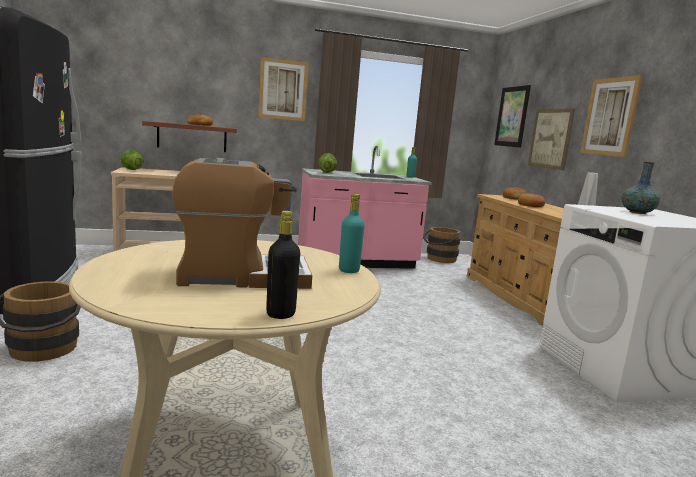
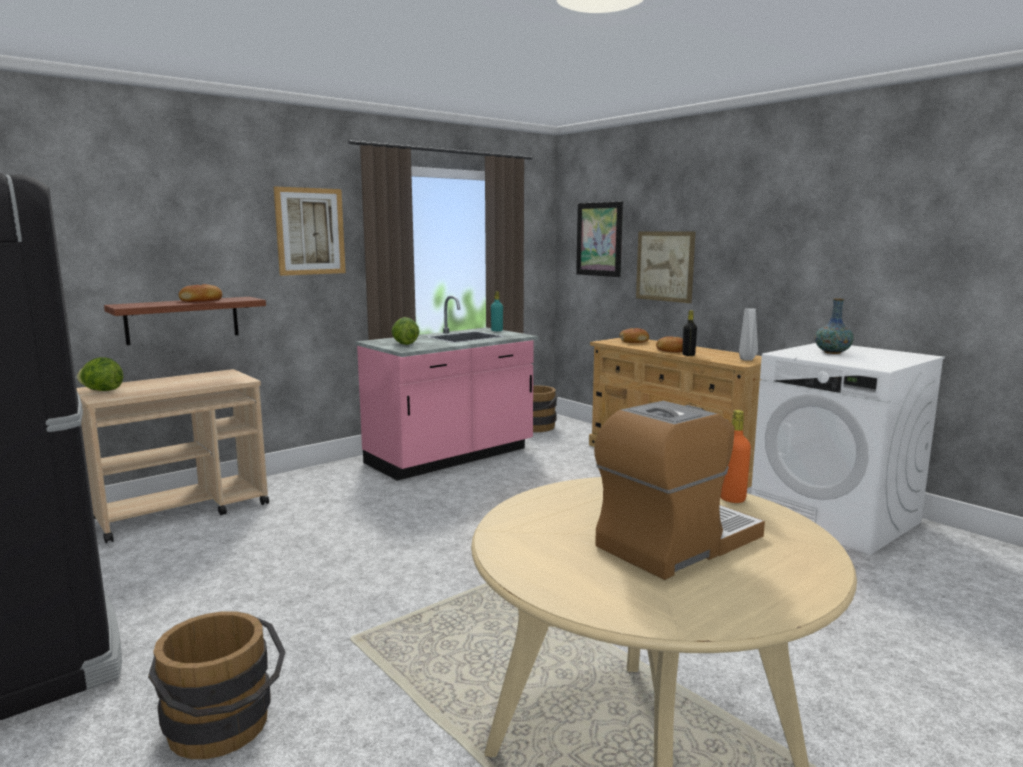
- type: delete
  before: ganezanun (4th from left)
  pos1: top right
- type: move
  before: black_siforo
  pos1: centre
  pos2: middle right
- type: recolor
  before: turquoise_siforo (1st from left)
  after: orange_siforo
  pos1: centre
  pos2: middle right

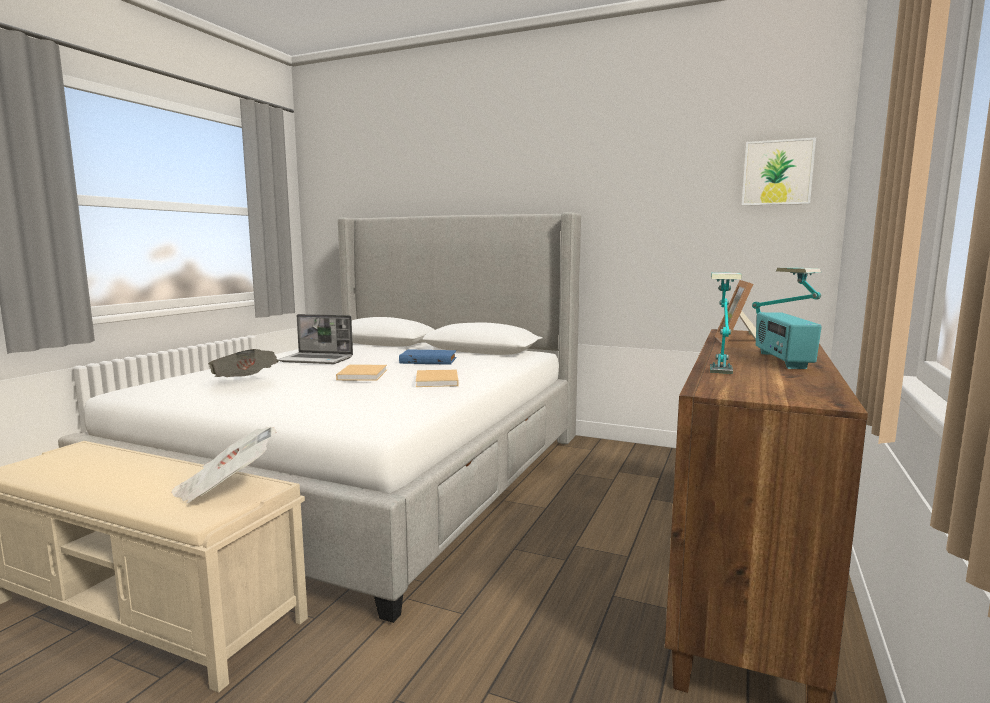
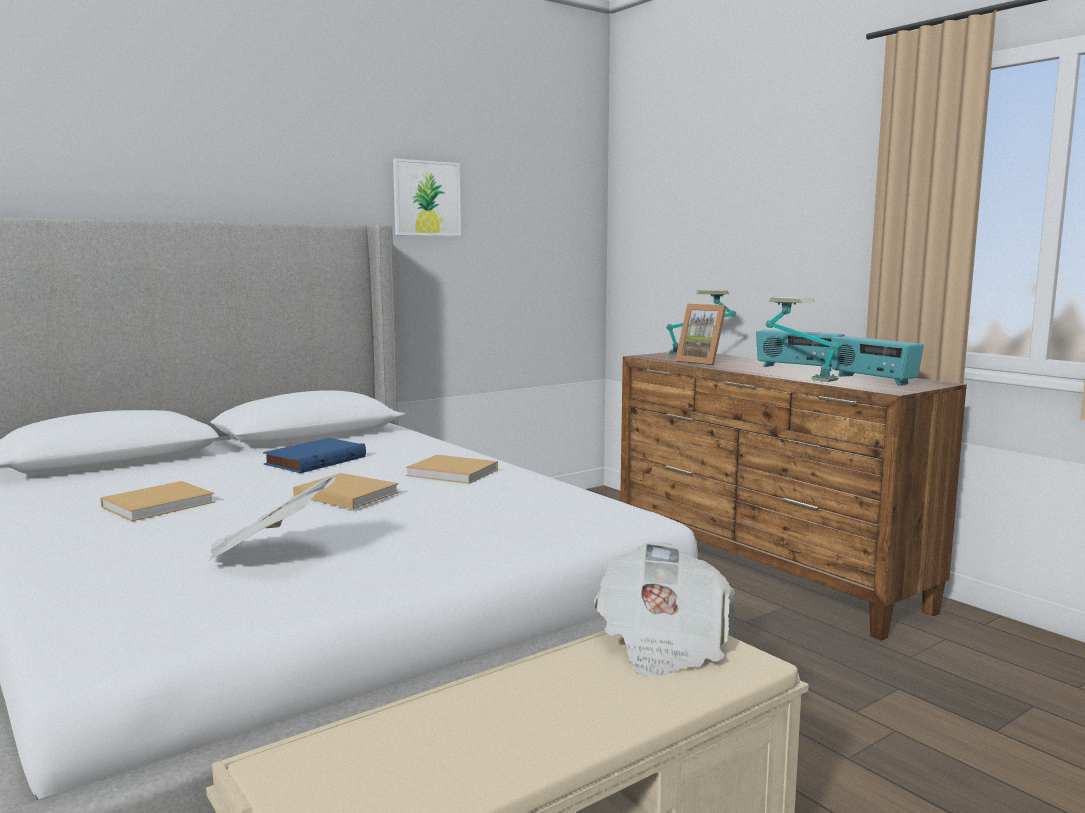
- type: insert
  after: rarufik (2nd from left)
  pos2: middle right
- type: move
  before: ganezanun
  pos1: top right
  pos2: top centre
- type: replace
  before: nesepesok
  after: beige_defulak (1st from left)
  pos1: middle left
  pos2: middle left

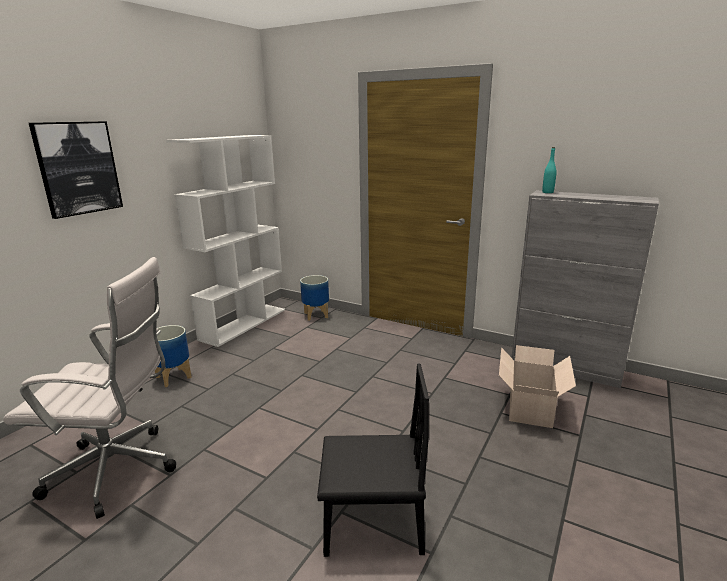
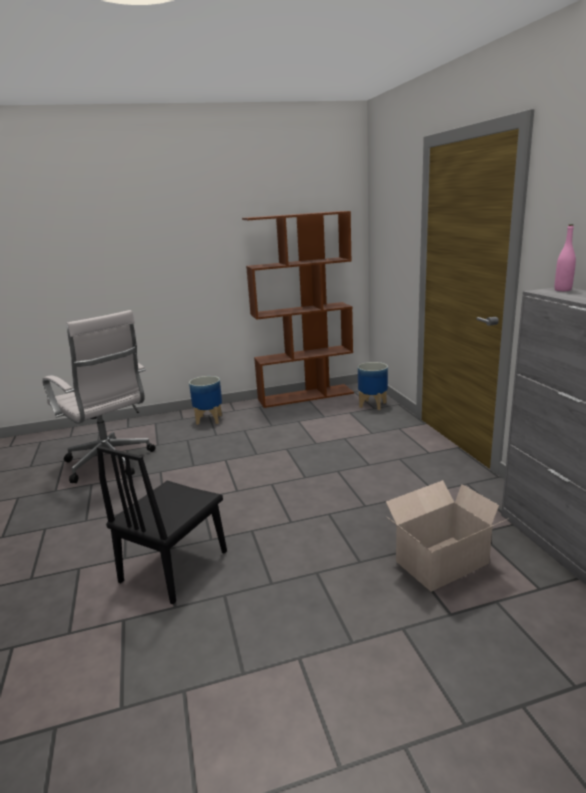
- type: delete
  before: ganezanun
  pos1: top left
- type: recolor
  before: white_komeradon
  after: brown_komeradon
  pos1: middle left
  pos2: centre
- type: recolor
  before: turquoise_siforo
  after: pink_siforo
  pos1: top right
  pos2: top right
- type: rotate
  before: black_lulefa
  pos1: bottom centre
  pos2: middle left
  turn: 75

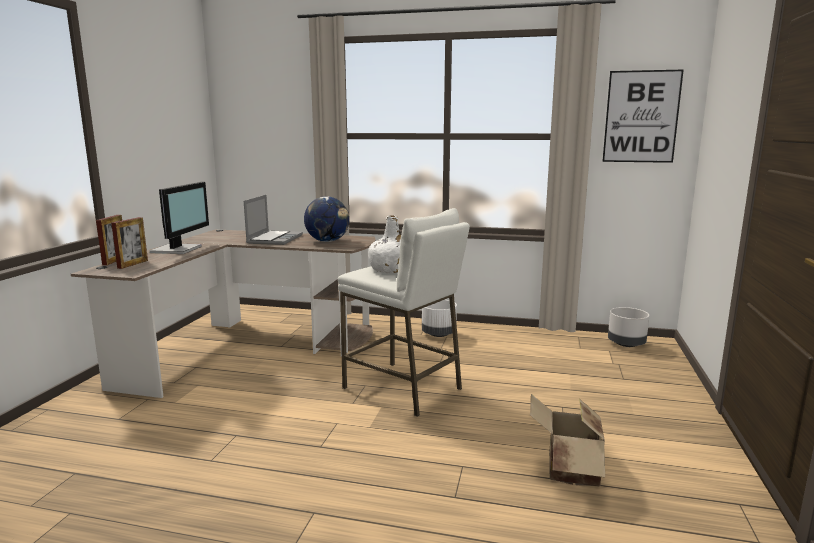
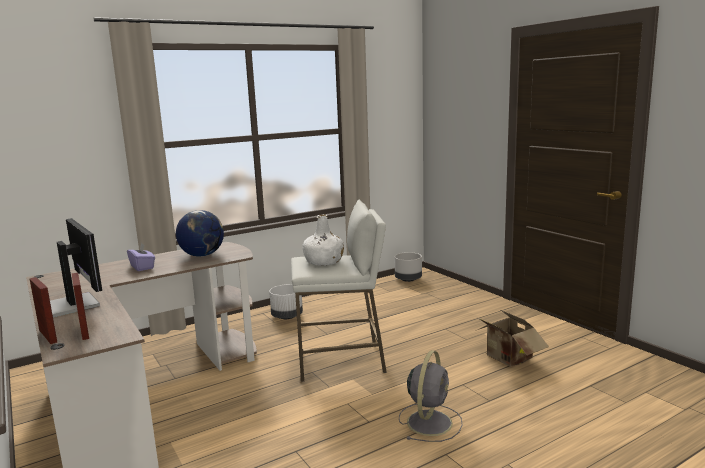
- type: delete
  before: ganezanun
  pos1: top right
- type: insert
  after: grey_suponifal
  pos2: bottom centre
- type: replace
  before: nesepesok
  after: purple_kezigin
  pos1: centre
  pos2: middle left

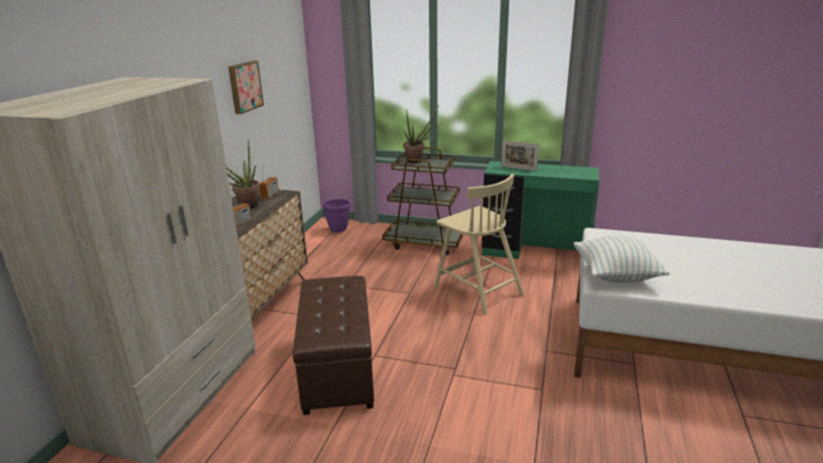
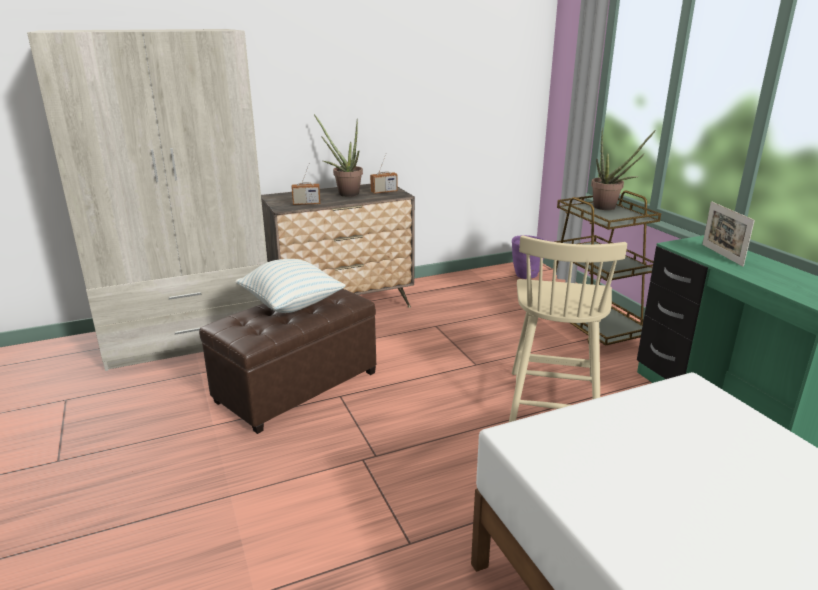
- type: delete
  before: ganezanun
  pos1: top left
- type: move
  before: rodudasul
  pos1: middle right
  pos2: centre

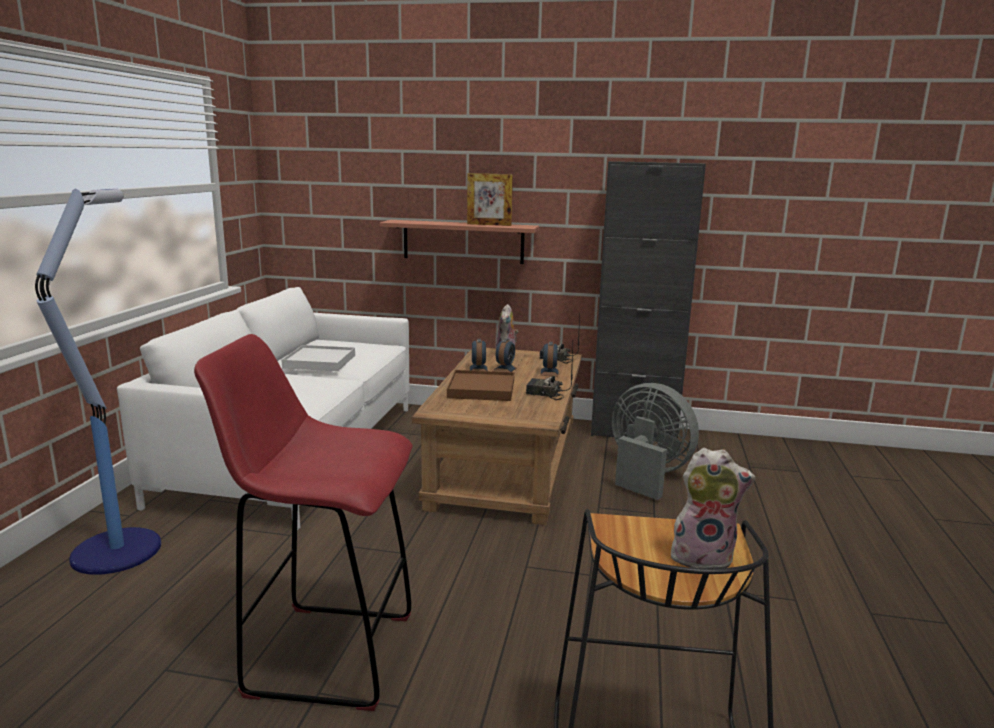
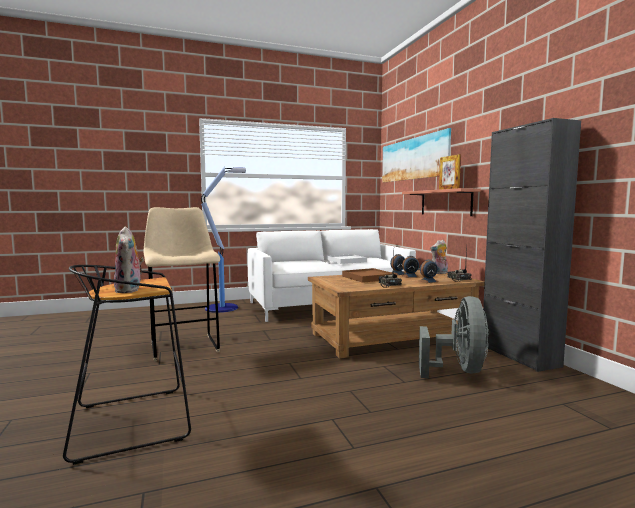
- type: insert
  after: ganezanun
  pos2: top centre
- type: recolor
  before: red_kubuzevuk
  after: beige_kubuzevuk
  pos1: bottom left
  pos2: middle left

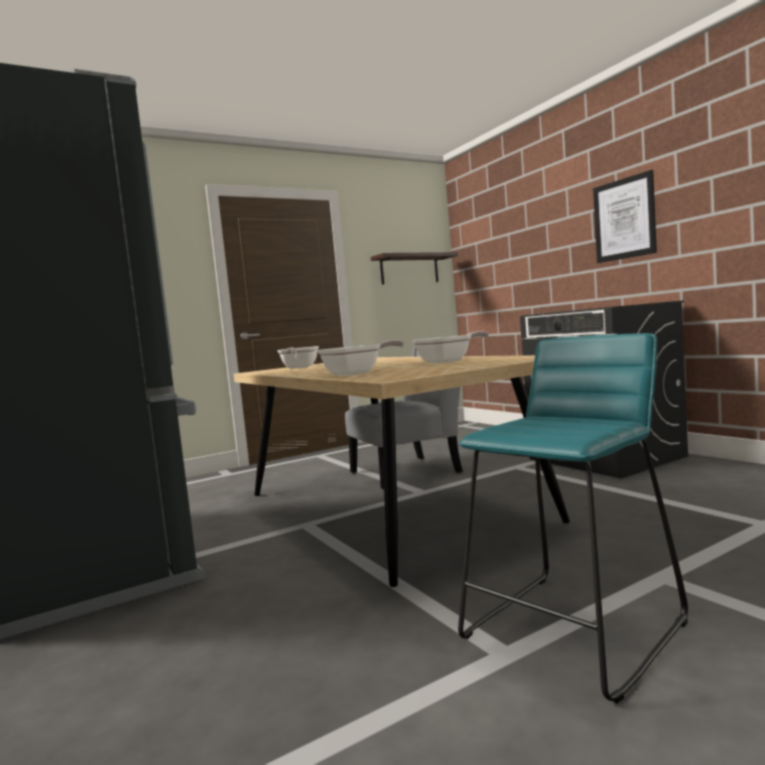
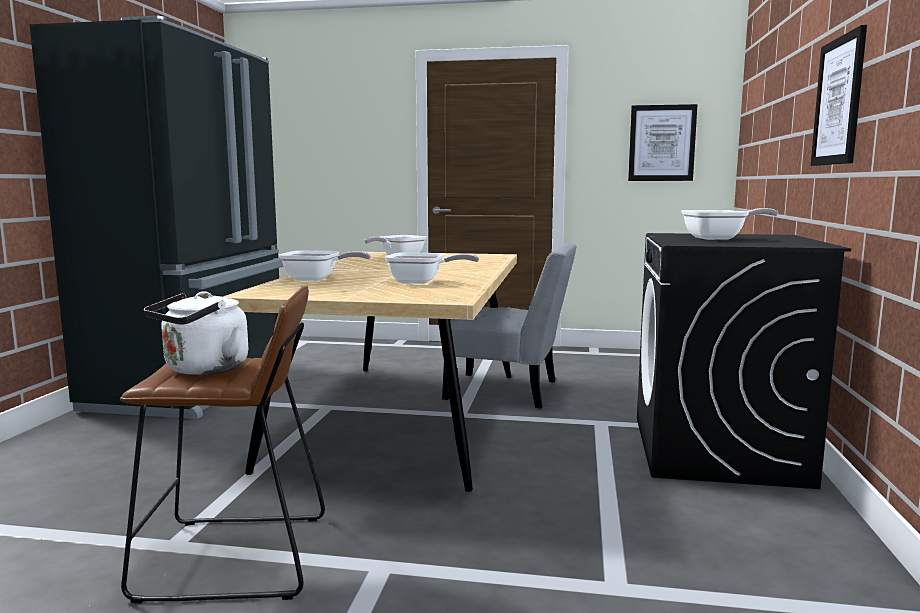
- type: insert
  after: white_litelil
  pos2: middle left
- type: insert
  after: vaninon (4th from left)
  pos2: middle right
- type: replace
  before: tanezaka
  after: ganezanun (1st from left)
  pos1: centre
  pos2: top right
- type: recolor
  before: turquoise_kubuzevuk
  after: brown_kubuzevuk
  pos1: bottom right
  pos2: bottom left

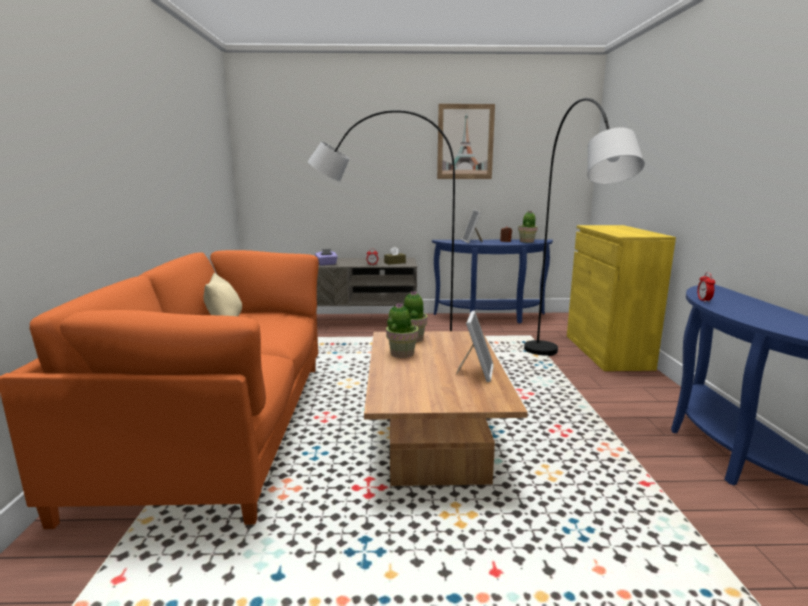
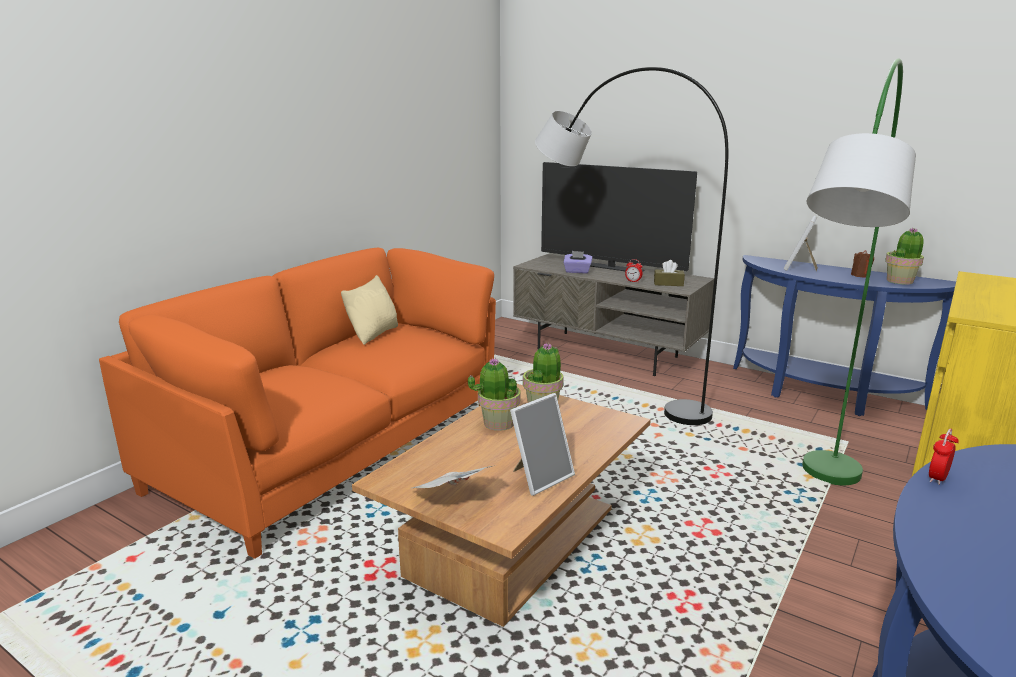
- type: delete
  before: ganezanun
  pos1: top centre
- type: insert
  after: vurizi
  pos2: bottom centre
- type: insert
  after: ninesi
  pos2: top centre
- type: recolor
  before: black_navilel (2nd from left)
  after: green_navilel
  pos1: middle right
  pos2: middle right

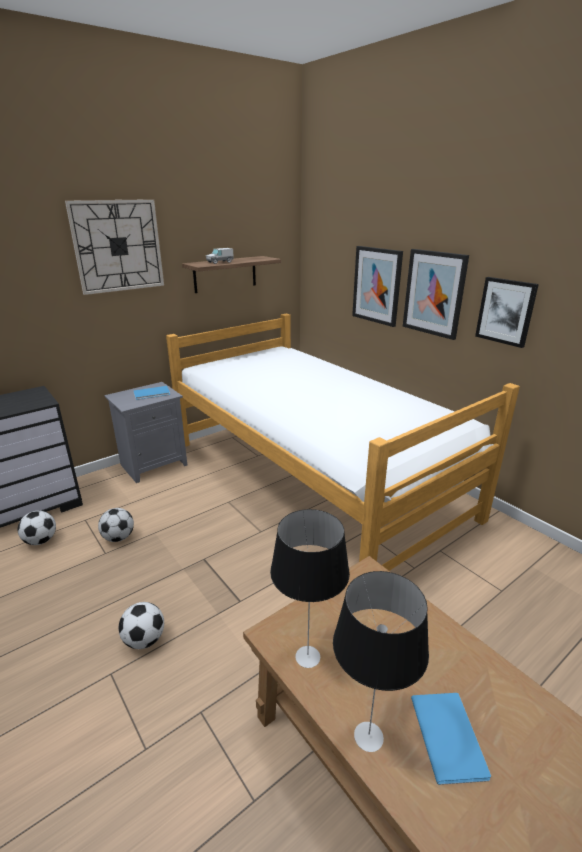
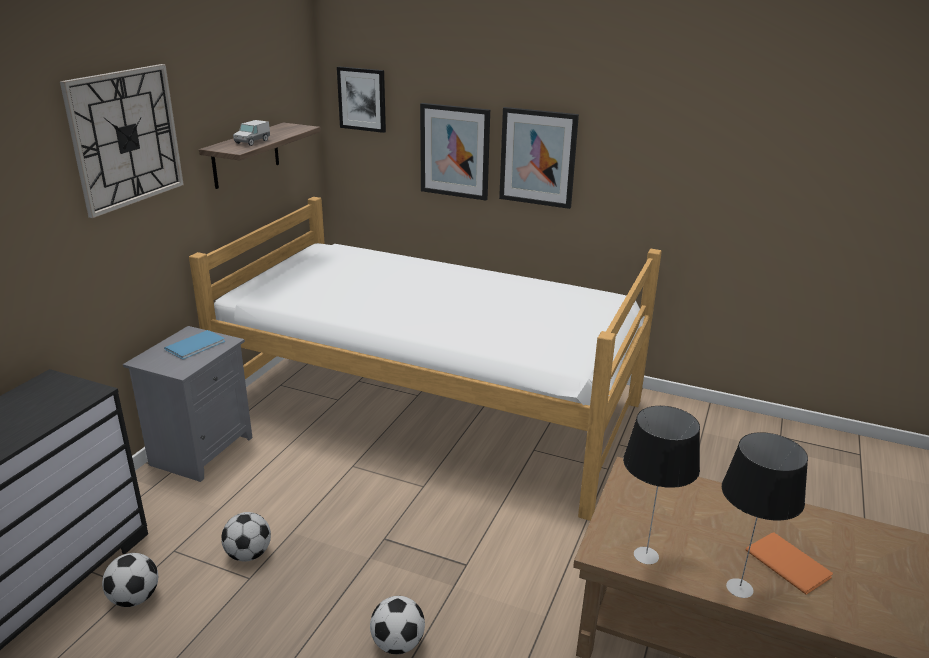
- type: move
  before: ganezanun (3rd from left in the first image)
  after: ganezanun (1st from left)
  pos1: middle right
  pos2: top centre
- type: recolor
  before: blue_defulak (2nd from left)
  after: orange_defulak
  pos1: bottom right
  pos2: bottom right

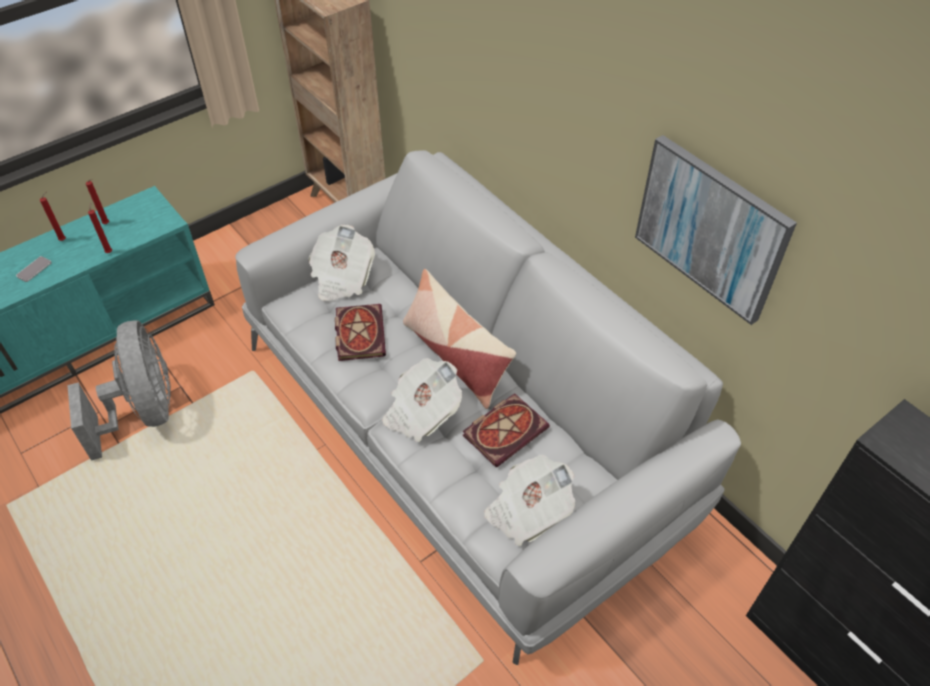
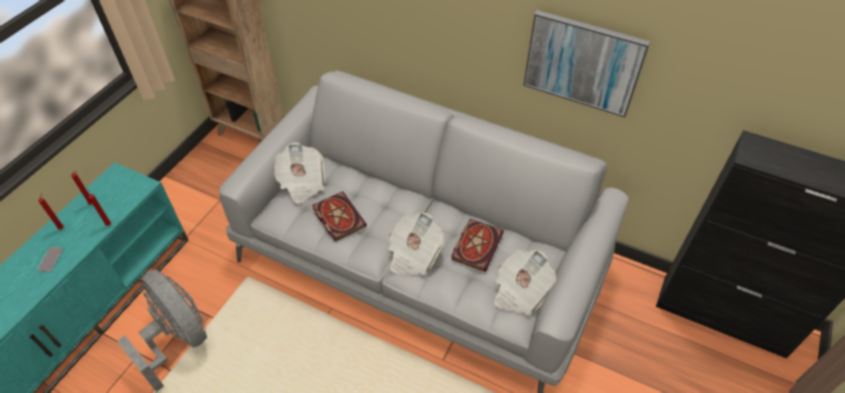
- type: delete
  before: rodudasul
  pos1: centre

